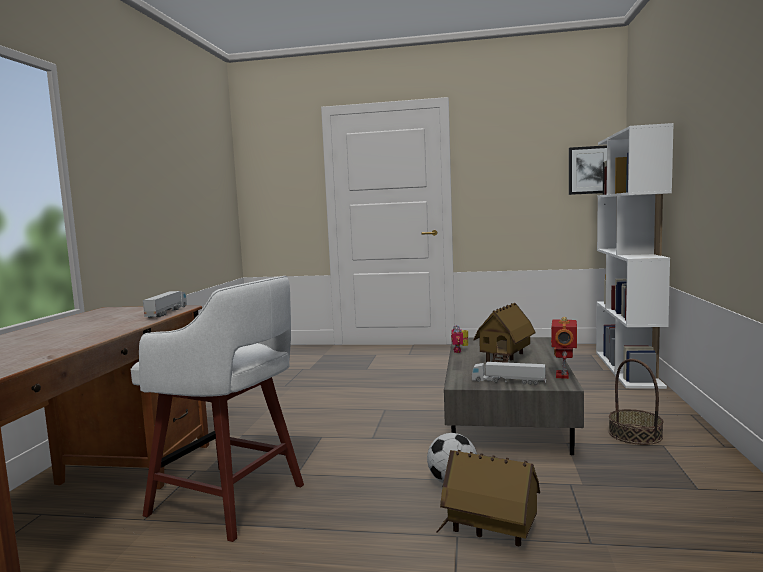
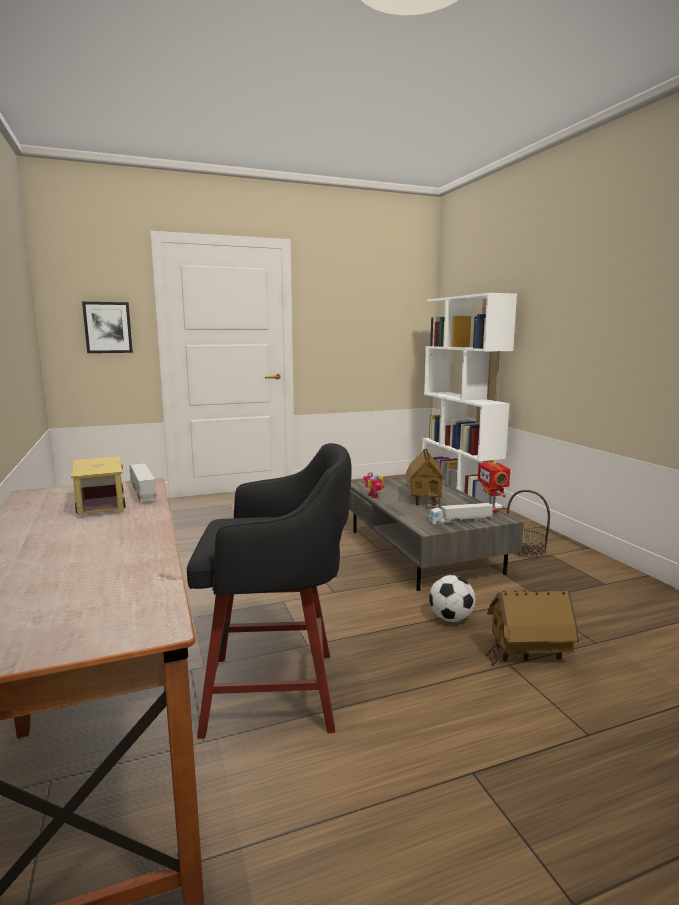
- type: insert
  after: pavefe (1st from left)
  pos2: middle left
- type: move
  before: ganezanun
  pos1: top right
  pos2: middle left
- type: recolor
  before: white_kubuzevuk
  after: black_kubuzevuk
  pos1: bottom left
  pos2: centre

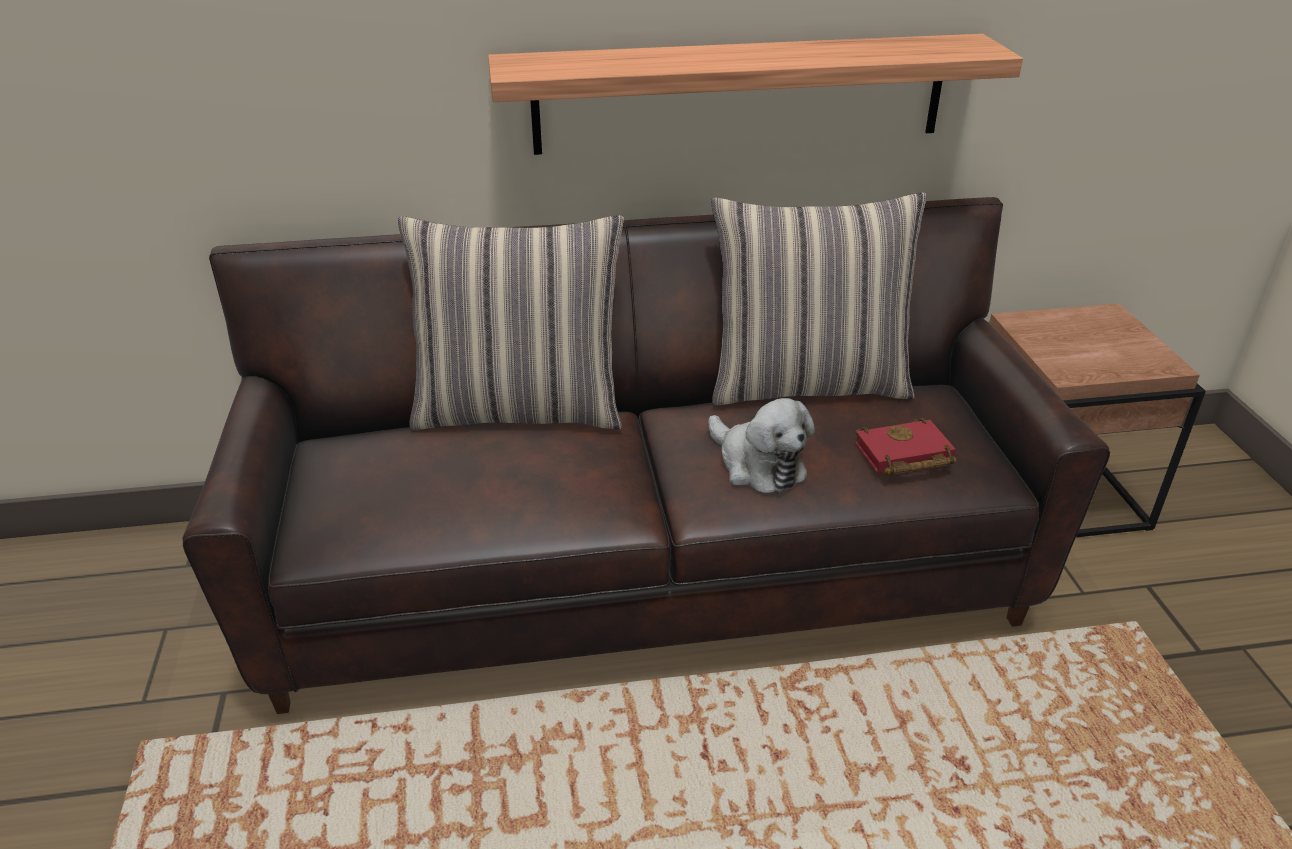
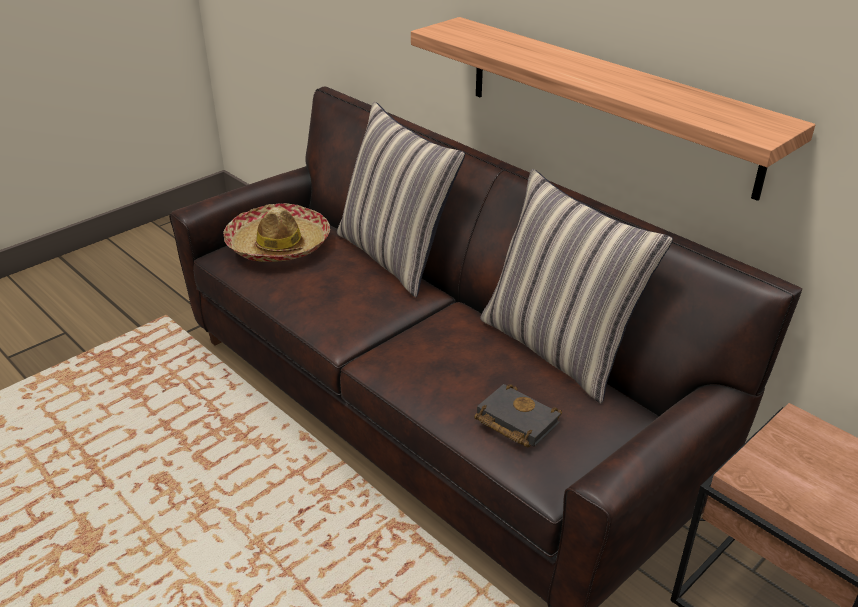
- type: delete
  before: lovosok
  pos1: centre
- type: insert
  after: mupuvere
  pos2: middle left
- type: recolor
  before: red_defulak
  after: black_defulak
  pos1: middle right
  pos2: bottom centre

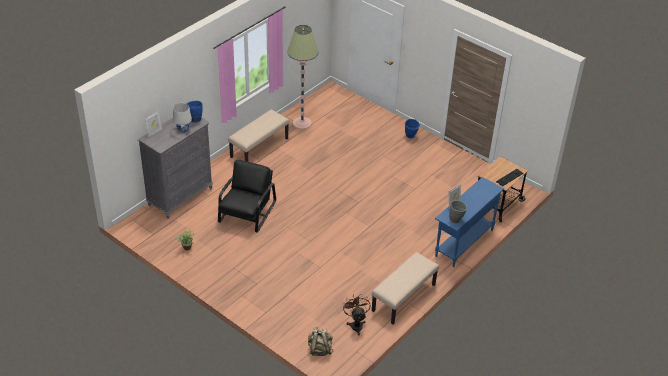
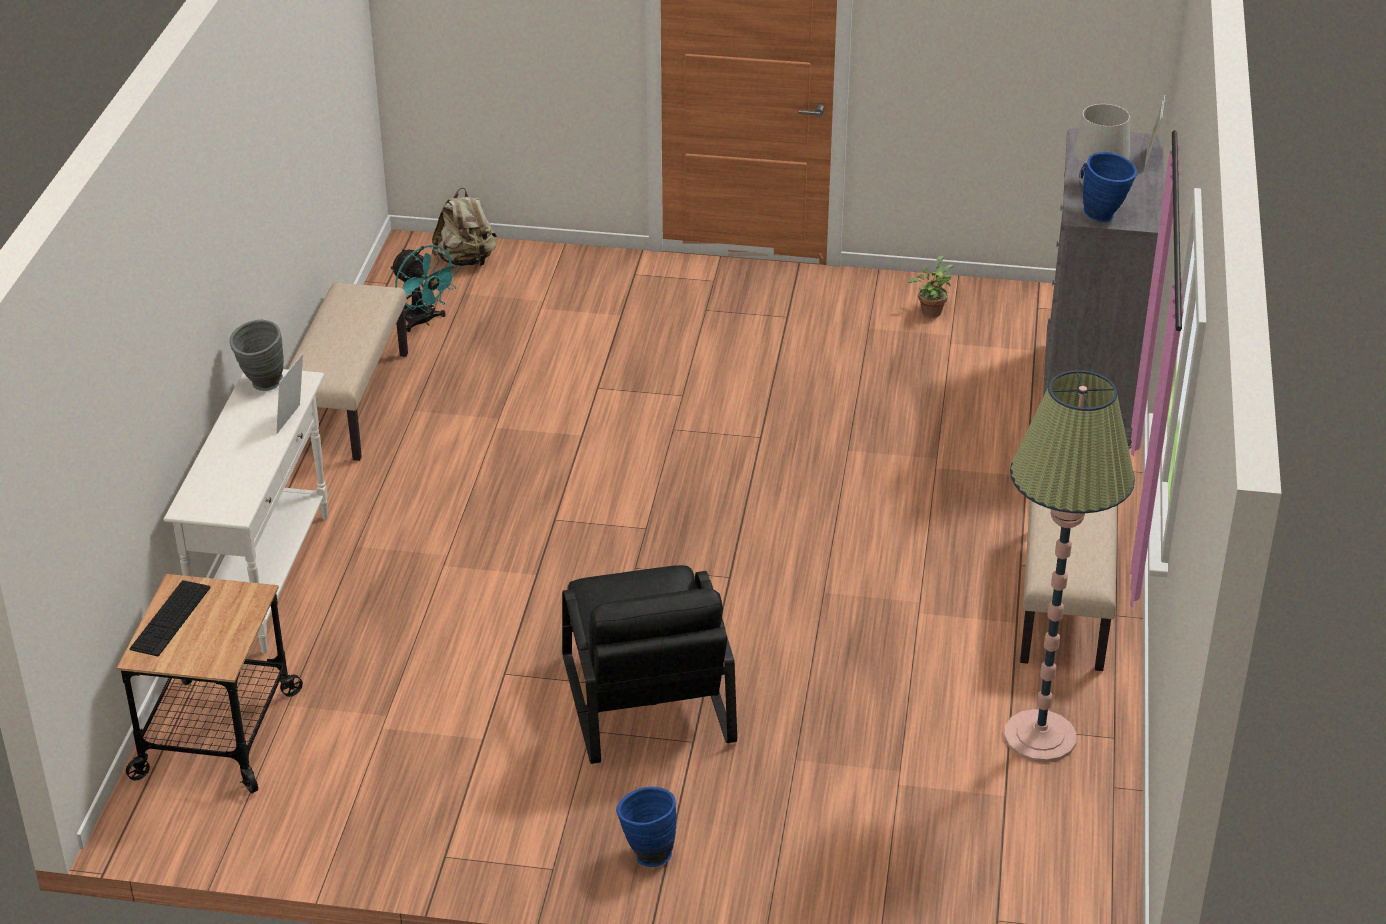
- type: move
  before: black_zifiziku
  pos1: centre
  pos2: bottom centre
- type: recolor
  before: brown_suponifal
  after: turquoise_suponifal
  pos1: bottom centre
  pos2: top left
- type: recolor
  before: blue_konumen
  after: white_konumen
  pos1: middle right
  pos2: middle left

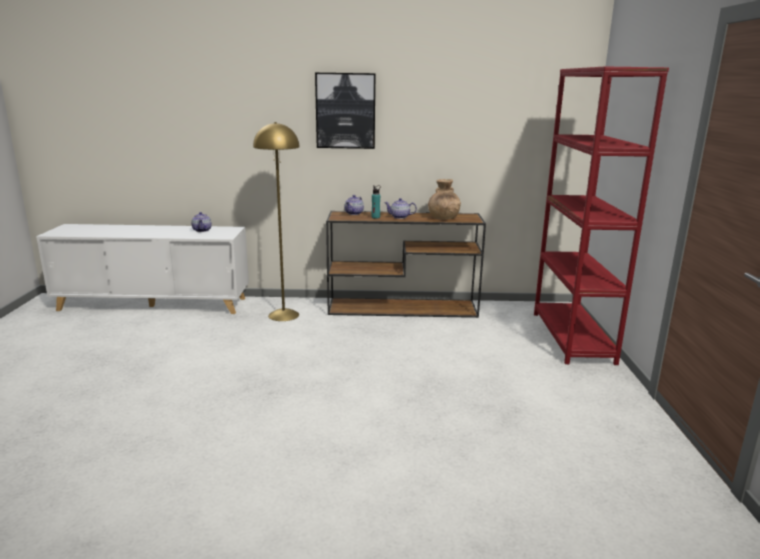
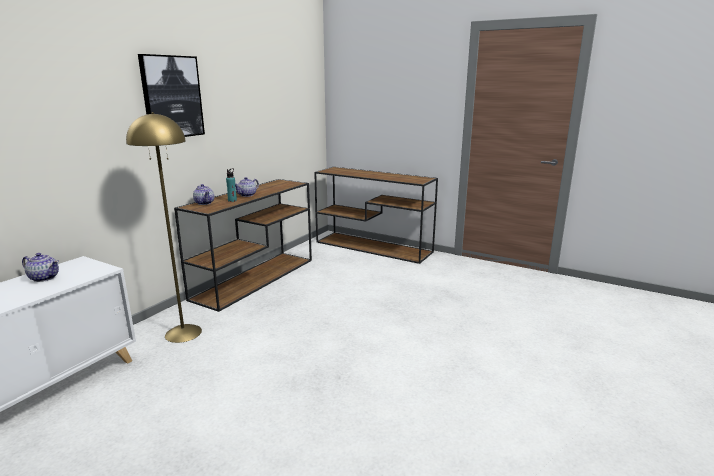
- type: delete
  before: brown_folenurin
  pos1: centre
- type: replace
  before: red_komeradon
  after: brown_konumen (2nd from left)
  pos1: middle right
  pos2: centre

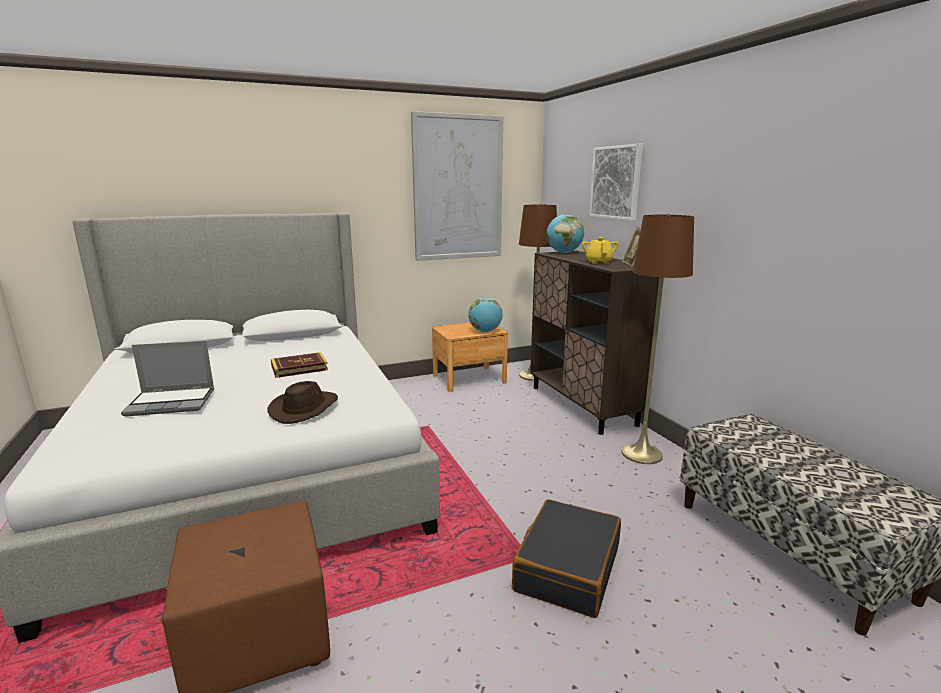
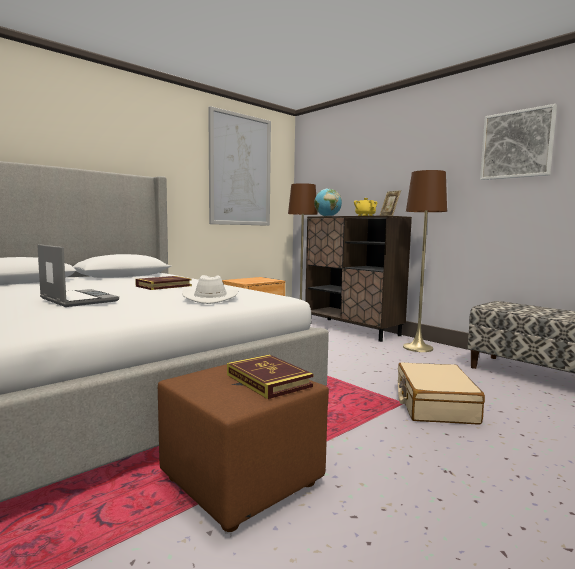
- type: delete
  before: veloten (1st from left)
  pos1: centre
- type: insert
  after: defulak (2nd from left)
  pos2: centre
- type: move
  before: ganezanun (2nd from left)
  pos1: top centre
  pos2: top right
- type: recolor
  before: brown_mupuvere
  after: white_mupuvere
  pos1: middle left
  pos2: centre
- type: recolor
  before: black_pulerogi
  after: beige_pulerogi
  pos1: bottom centre
  pos2: bottom right
- type: rotate
  before: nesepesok
  pos1: middle left
  pos2: middle left
  turn: -105

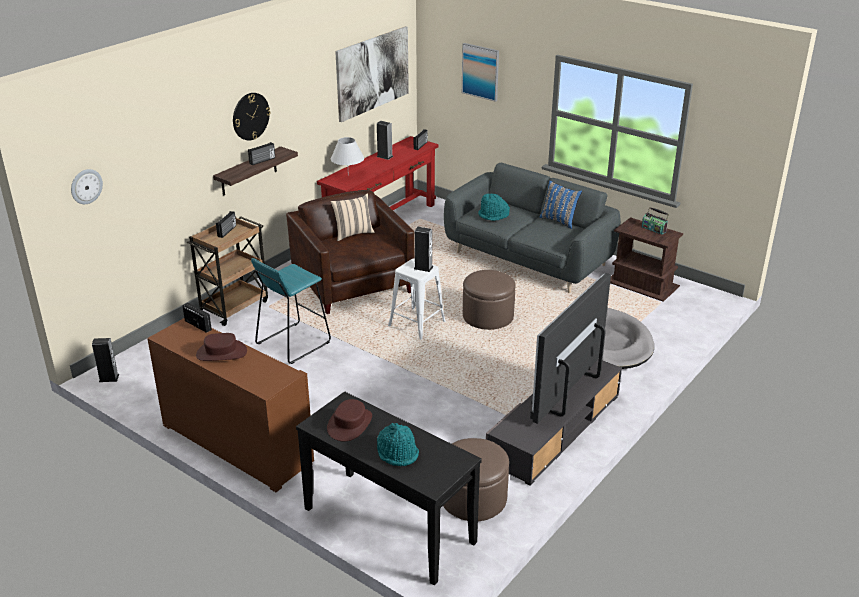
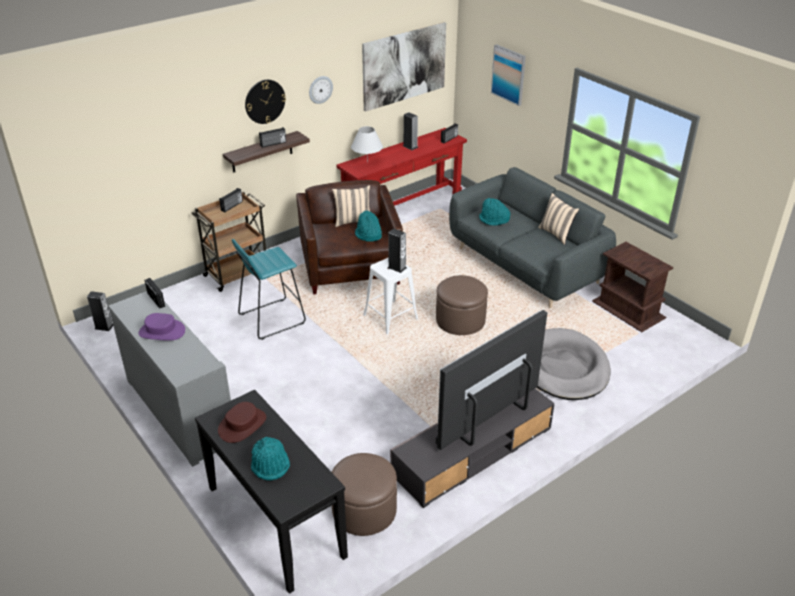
- type: delete
  before: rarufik (5th from left)
  pos1: middle right
- type: insert
  after: turquoise_mupuvere (2nd from left)
  pos2: centre
- type: move
  before: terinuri (1st from left in the first image)
  after: terinuri (2nd from left)
  pos1: top left
  pos2: top centre
- type: recolor
  before: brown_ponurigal
  after: grey_ponurigal
  pos1: bottom left
  pos2: middle left
- type: recolor
  before: brown_mupuvere (1st from left)
  after: purple_mupuvere
  pos1: middle left
  pos2: middle left
- type: recolor
  before: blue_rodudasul
  after: beige_rodudasul (2nd from left)
  pos1: centre
  pos2: middle right

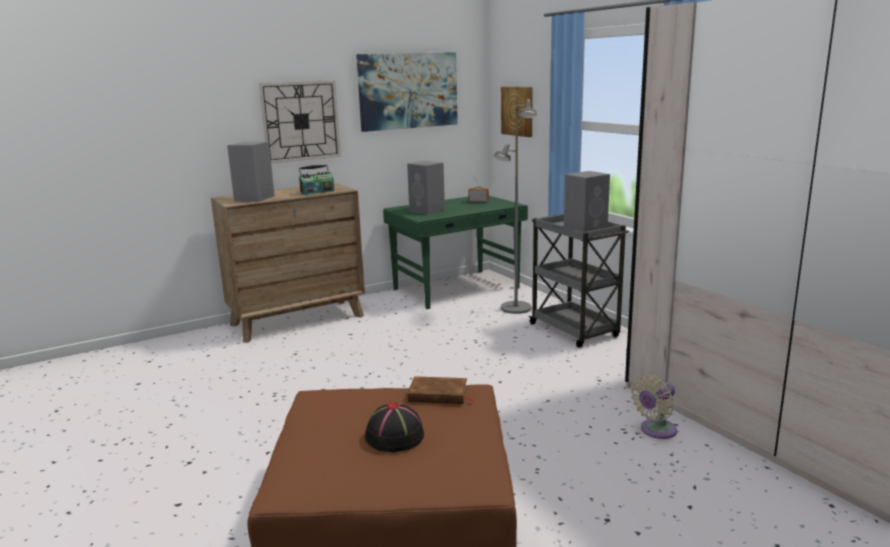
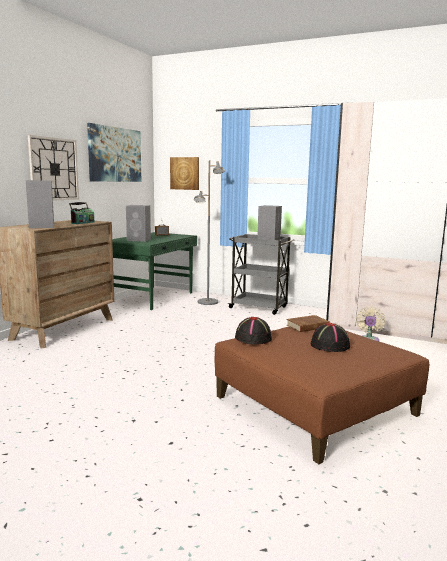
- type: insert
  after: black_mupuvere (1st from left)
  pos2: centre

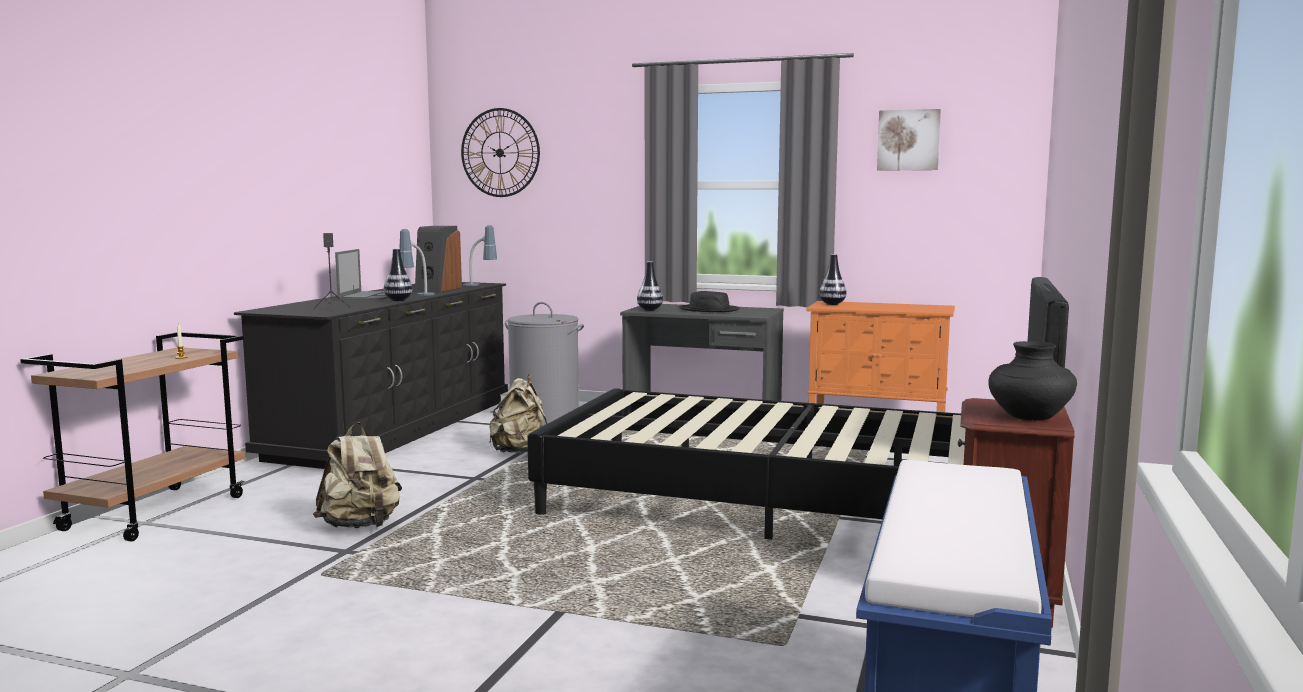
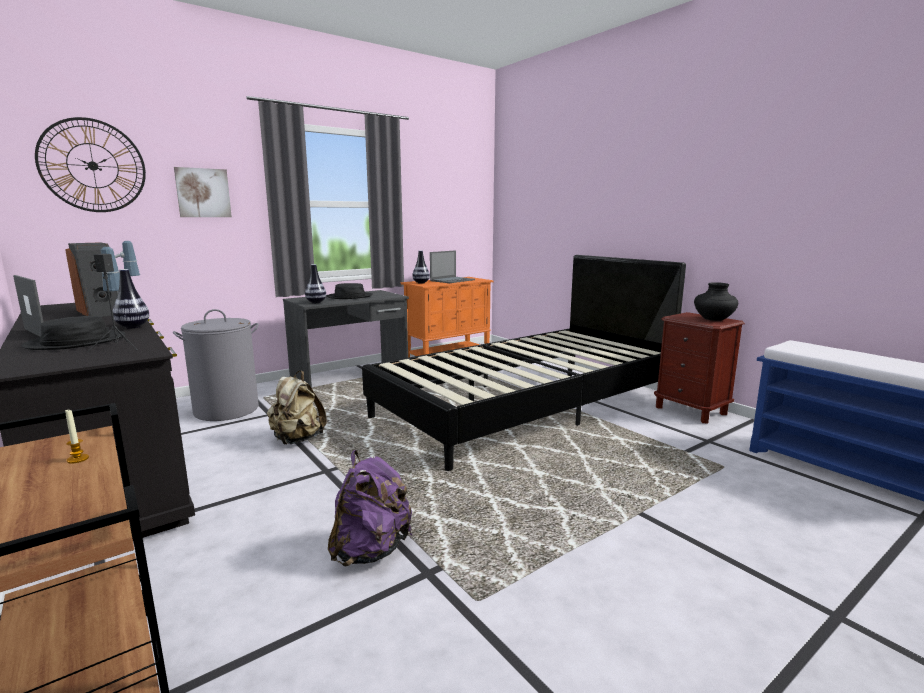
- type: insert
  after: black_mupuvere (1st from left)
  pos2: middle left
- type: insert
  after: nesepesok (2nd from left)
  pos2: centre
- type: move
  before: ganezanun
  pos1: top right
  pos2: top left
- type: recolor
  before: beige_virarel (1st from left)
  after: purple_virarel
  pos1: bottom left
  pos2: bottom centre

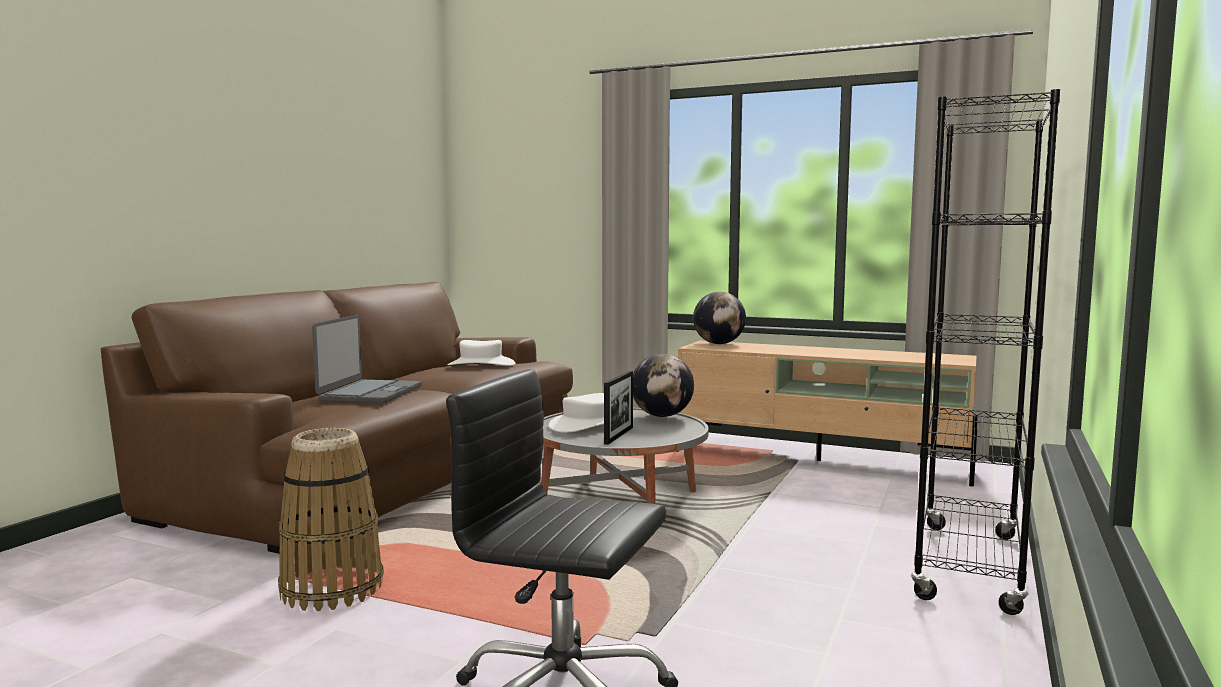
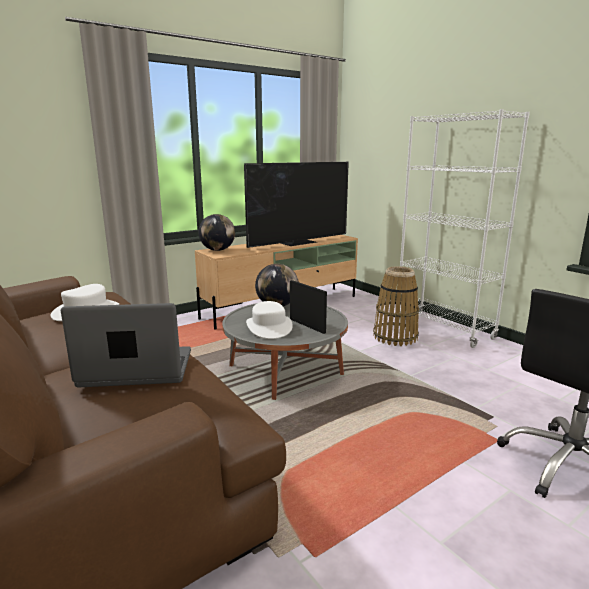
- type: insert
  after: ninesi
  pos2: centre
- type: move
  before: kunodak
  pos1: bottom left
  pos2: middle right
- type: recolor
  before: black_komeradon
  after: white_komeradon
  pos1: middle right
  pos2: middle right
- type: rotate
  before: nesepesok
  pos1: middle left
  pos2: middle left
  turn: -45

